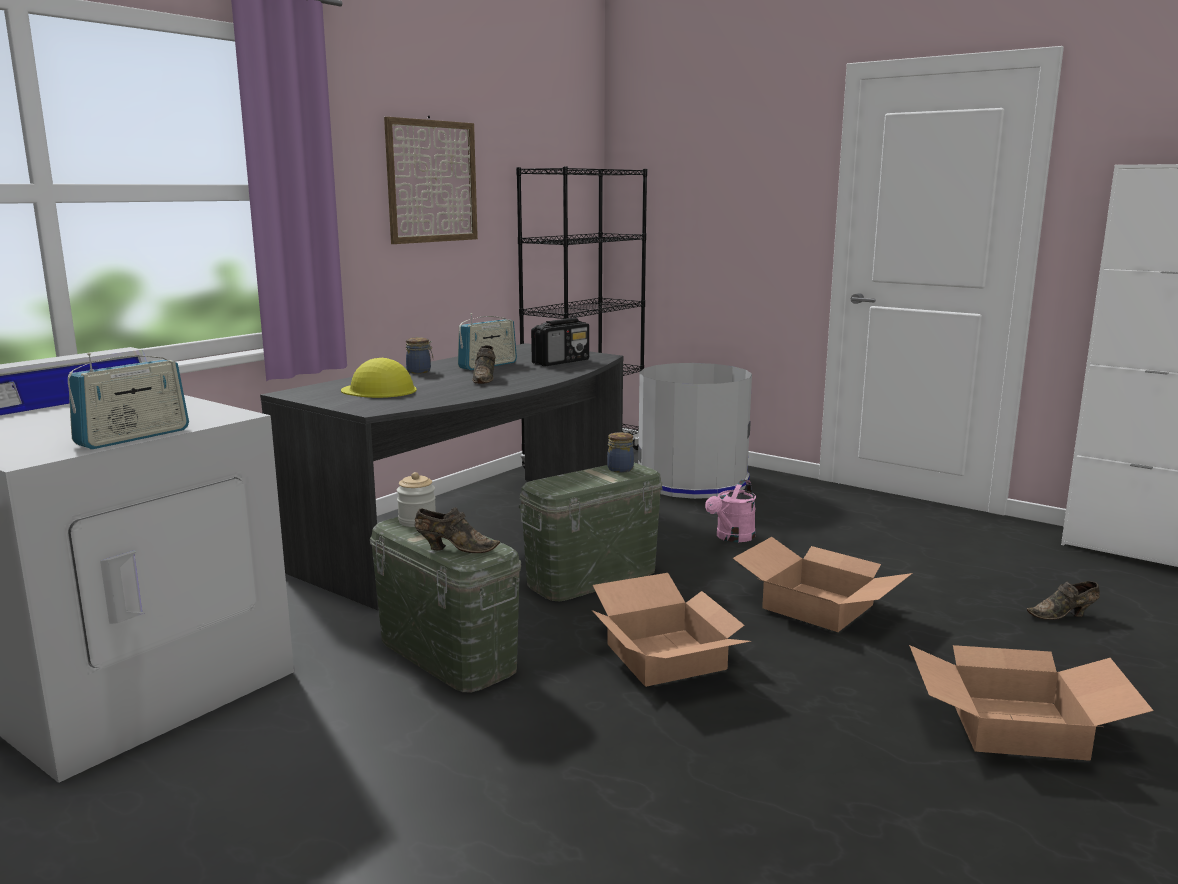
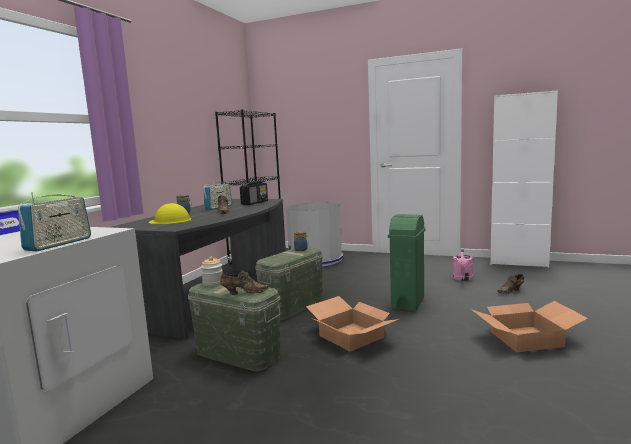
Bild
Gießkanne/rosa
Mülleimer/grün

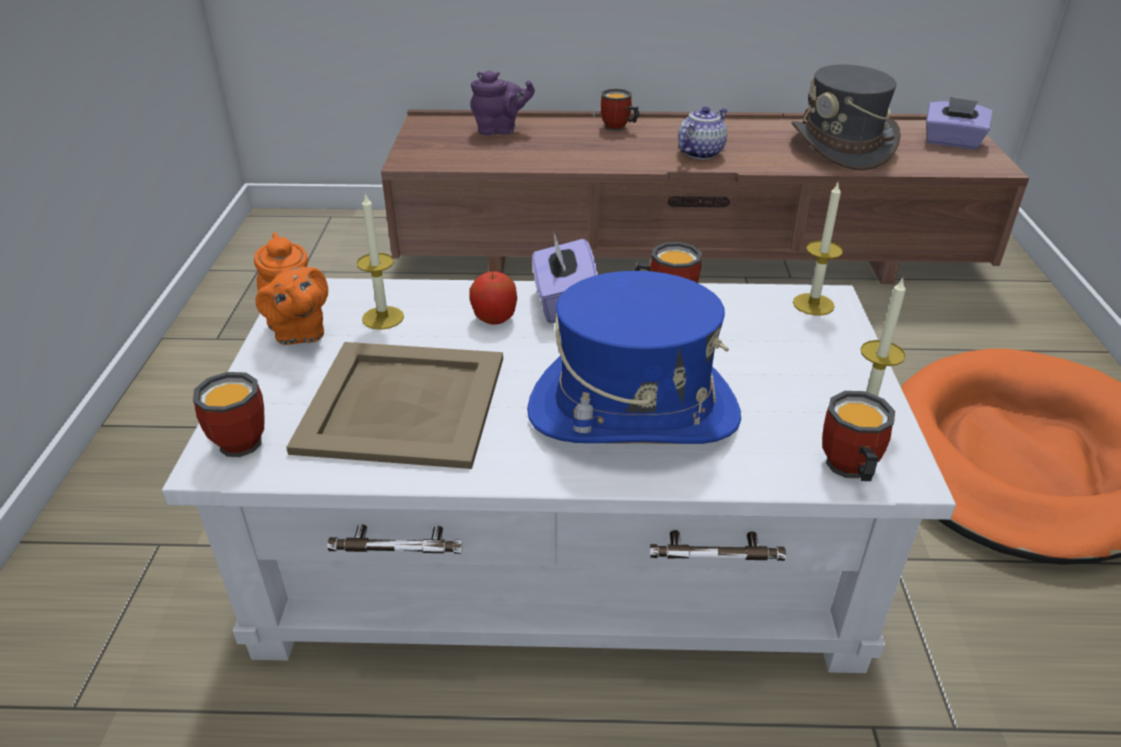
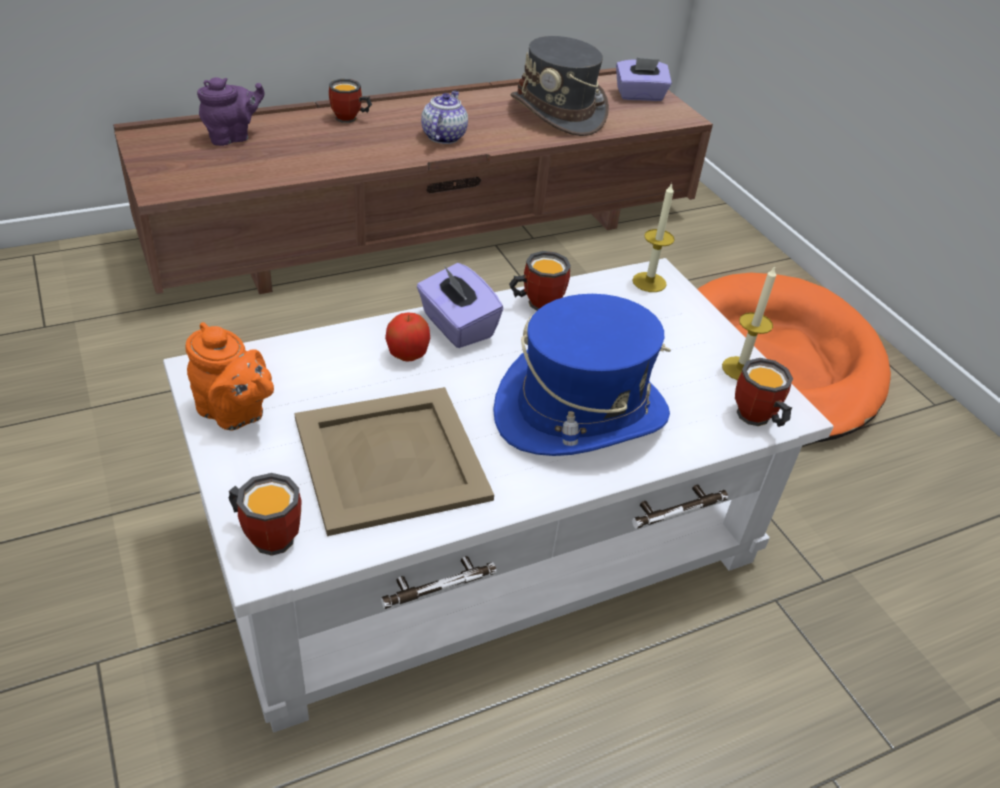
Kerze (no. 1 from left in the first image)

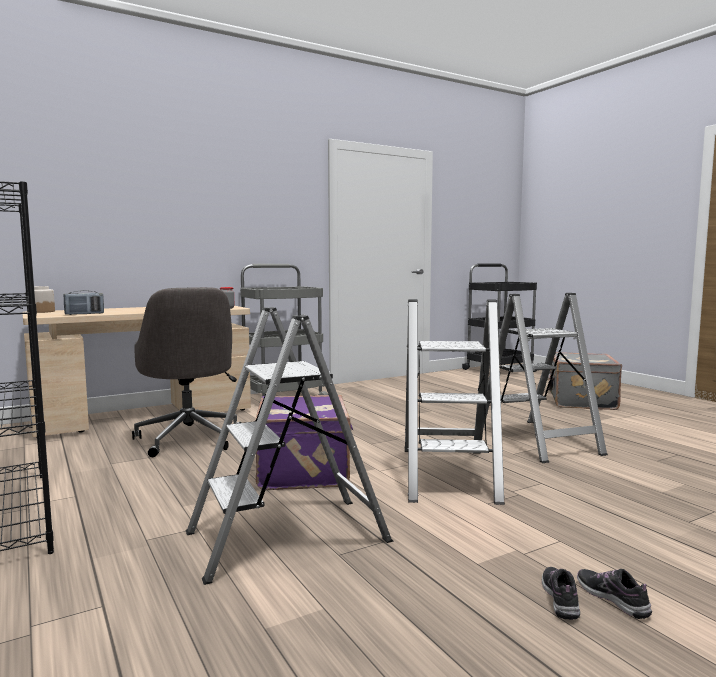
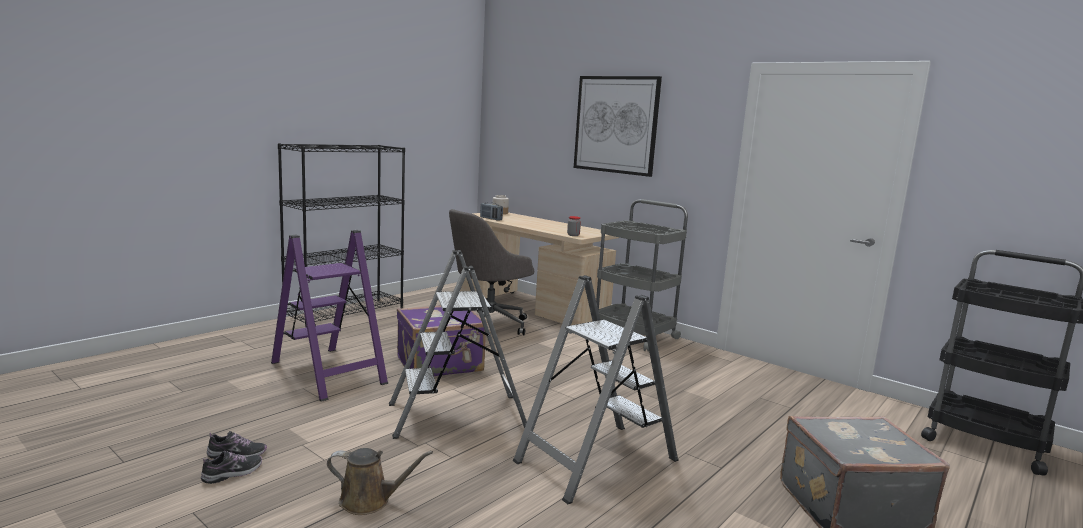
Trittleiter/lila
Bild
Gießkanne/braun

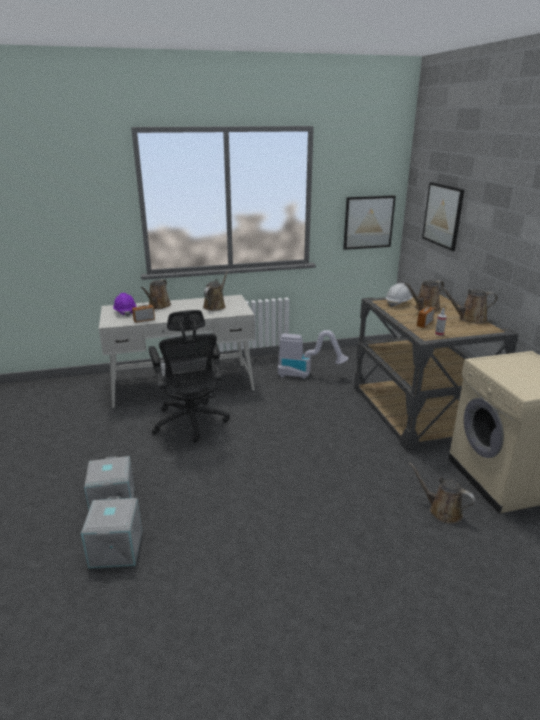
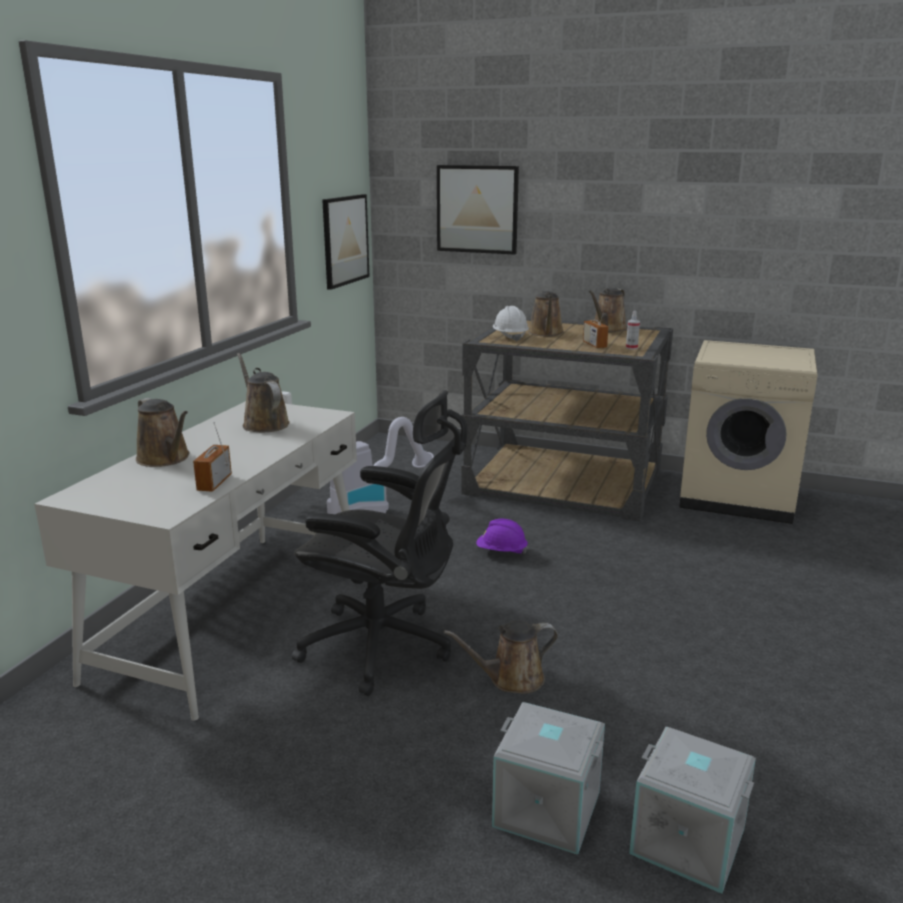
Schutzhelm/lila
Gießkanne/braun (no. 3 from left)

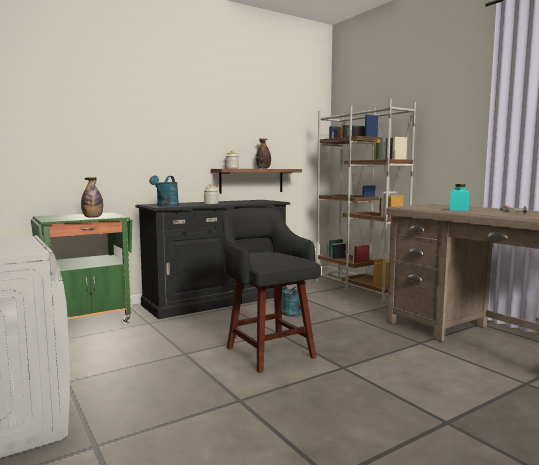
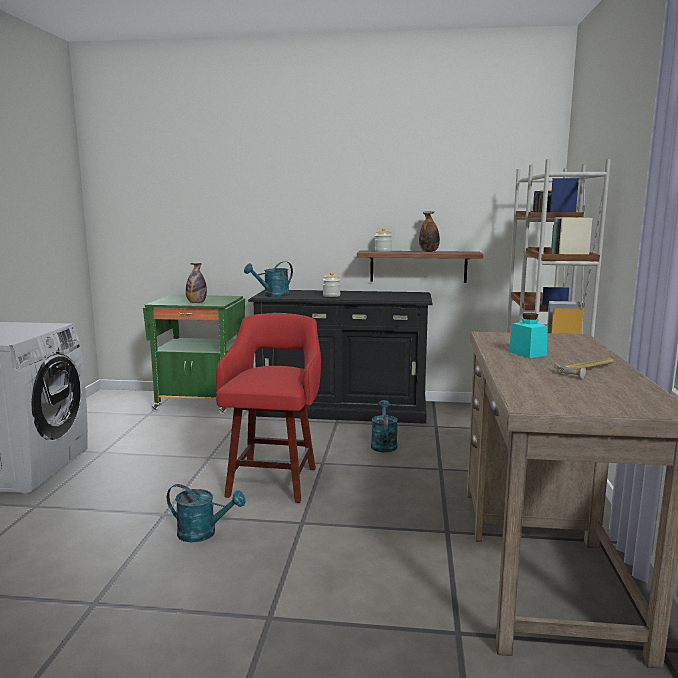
Hocker/rot
Gießkanne/türkis (no. 1 from left)

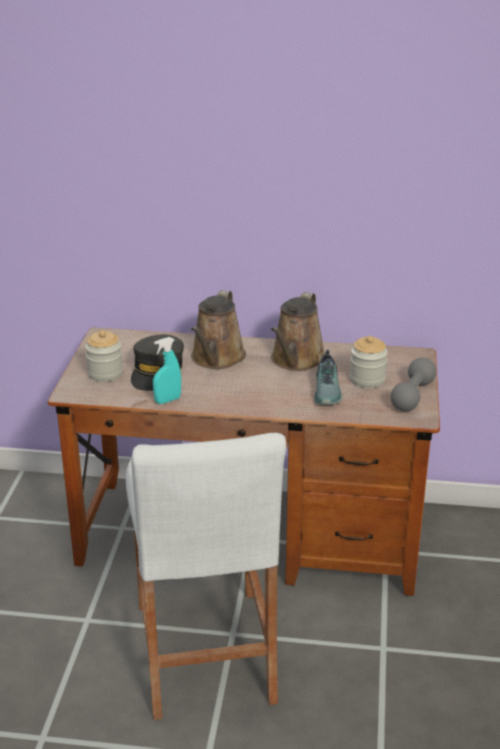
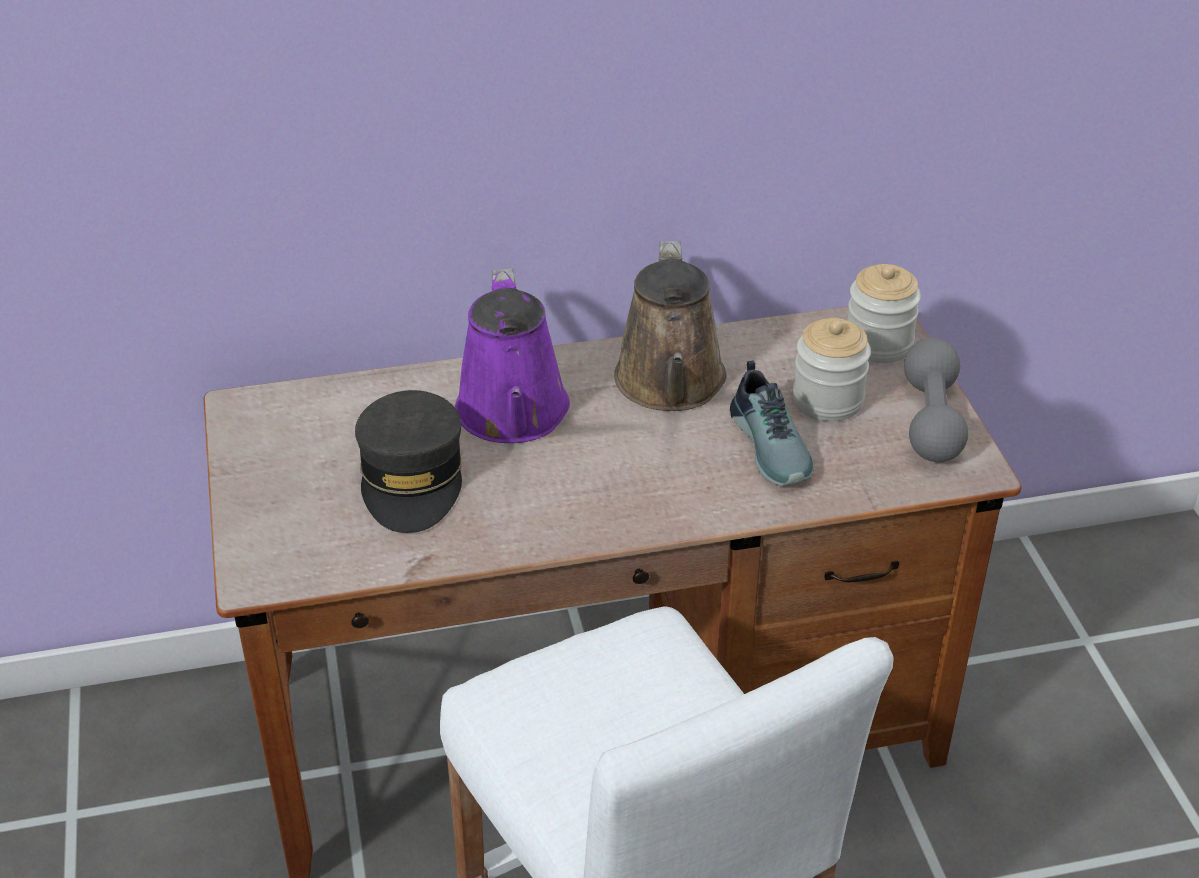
Gießkanne/lila
Vorratsglas (no. 2 from left)
Sprühflasche/türkis

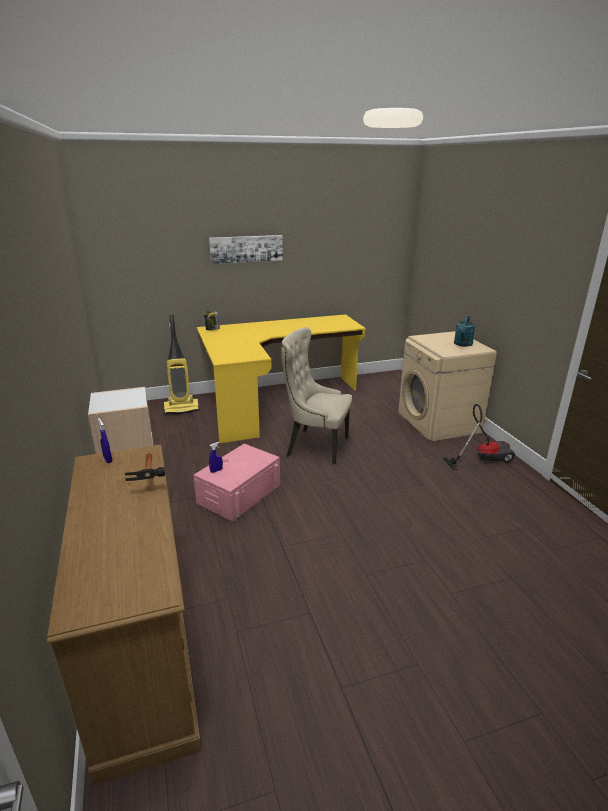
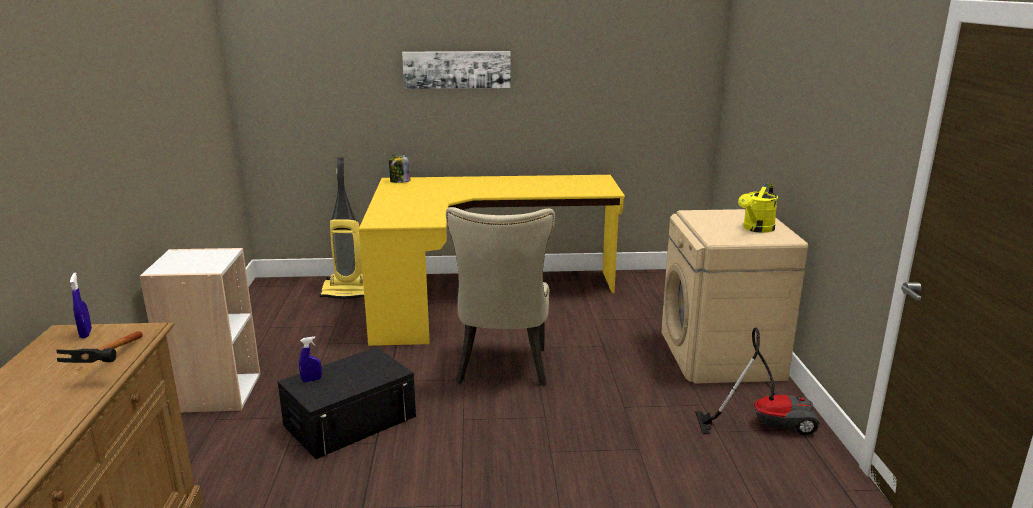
Gießkanne/gelb
Stuhl/beige
Aufbewahrungsbox/schwarz

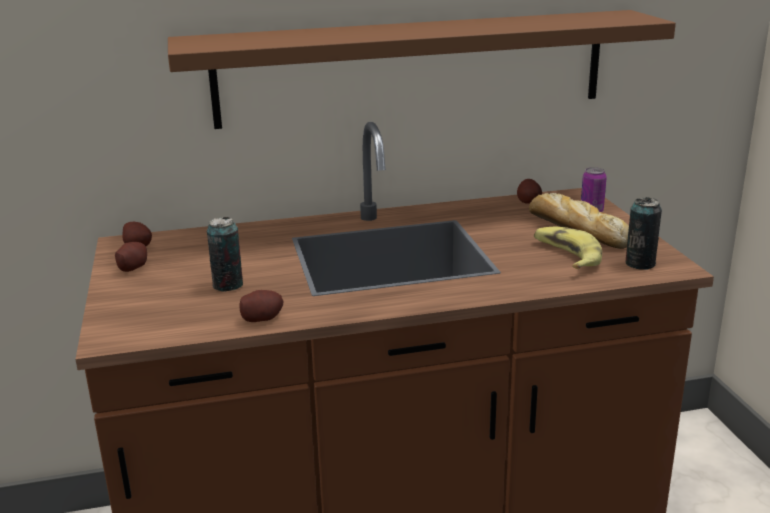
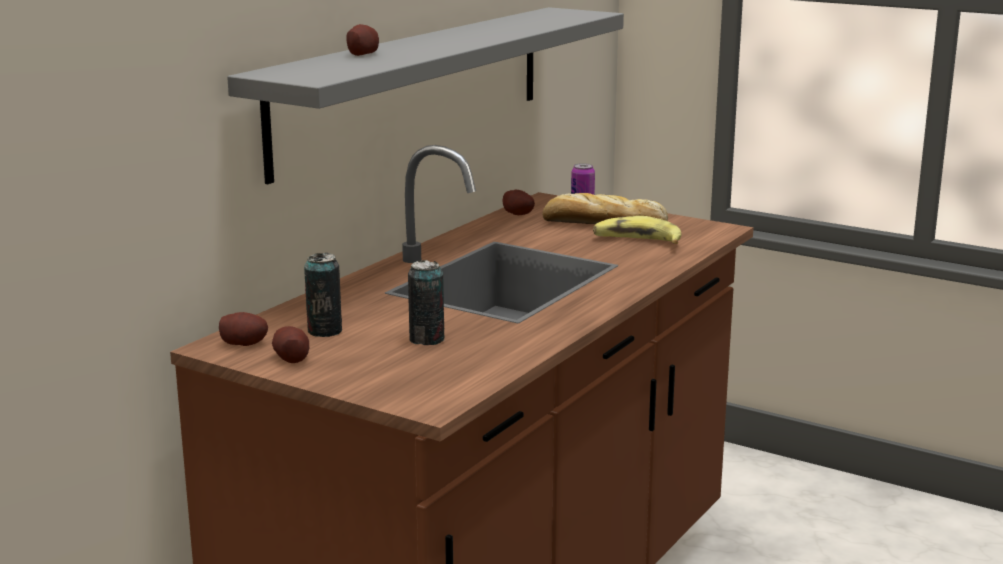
Wandregal/grau
Dose (no. 1 from left)
Kartoffel (no. 3 from left)

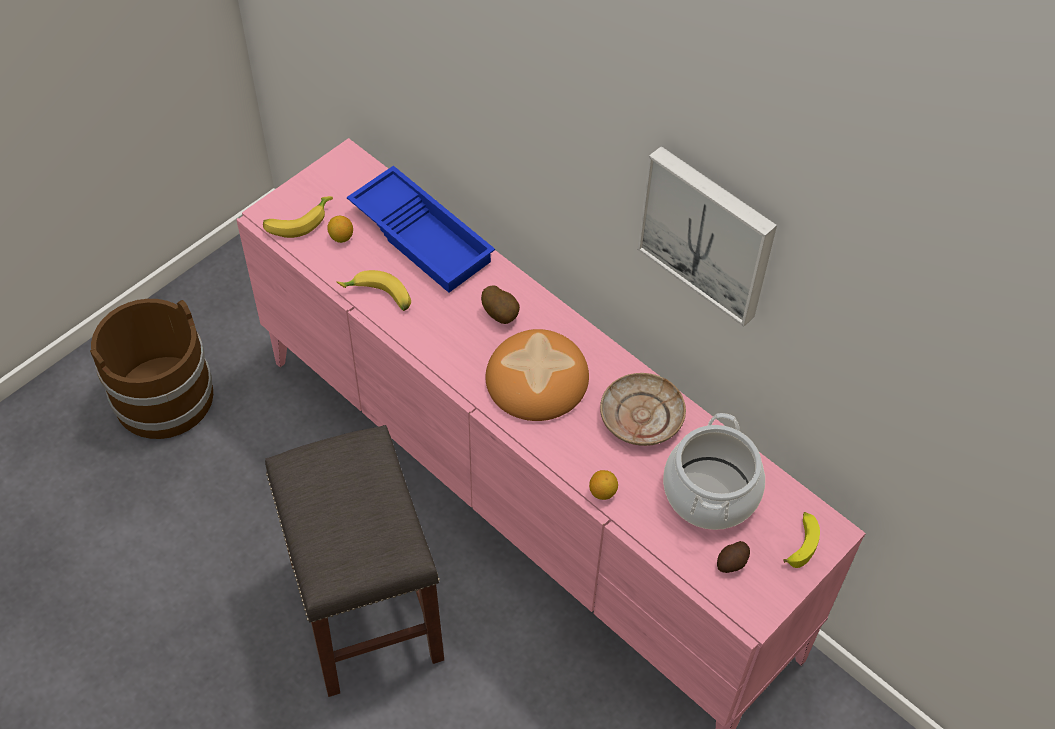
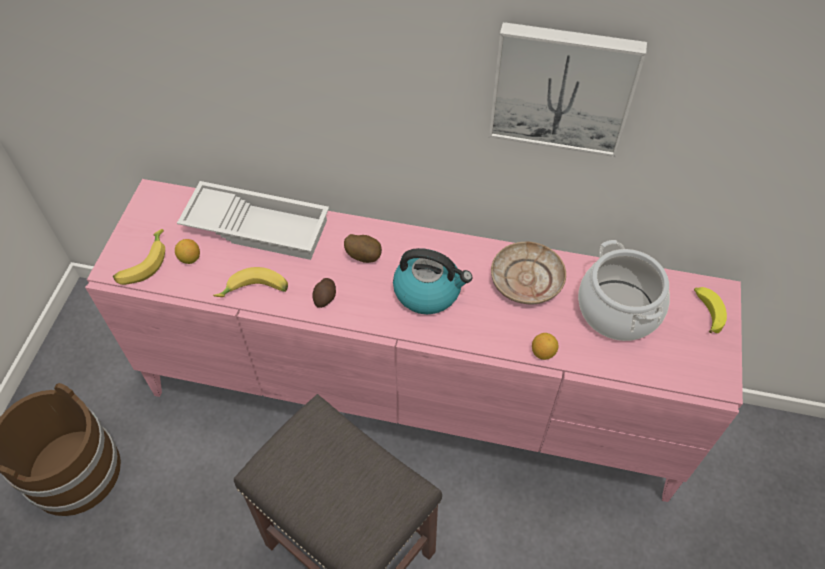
Tablett/weiß
Wasserkessel
Kartoffel (no. 1 from left)

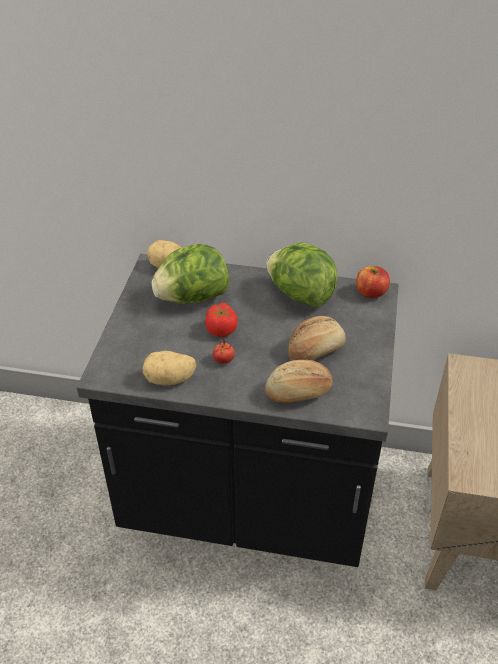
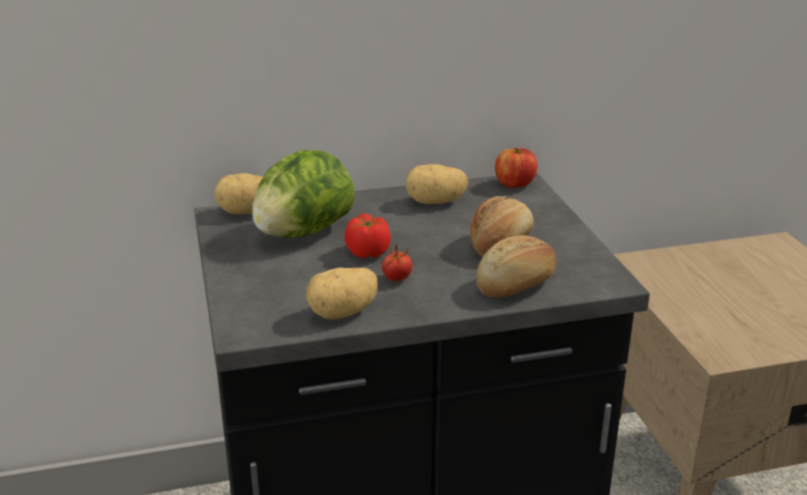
Kartoffel (no. 3 from left)

